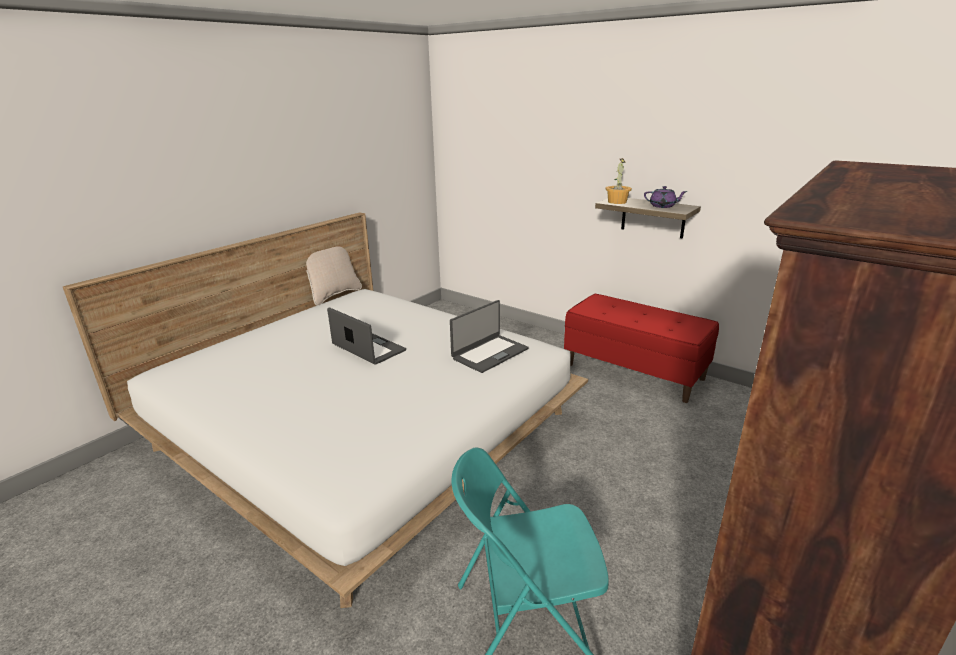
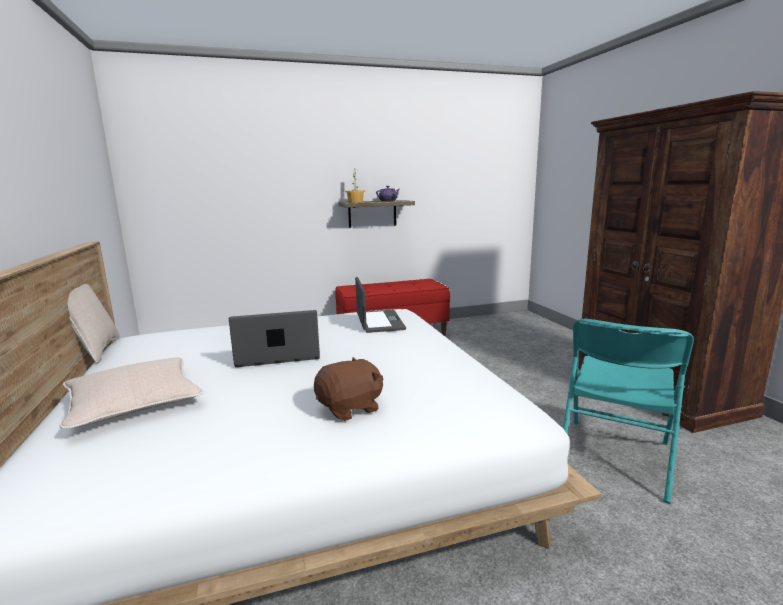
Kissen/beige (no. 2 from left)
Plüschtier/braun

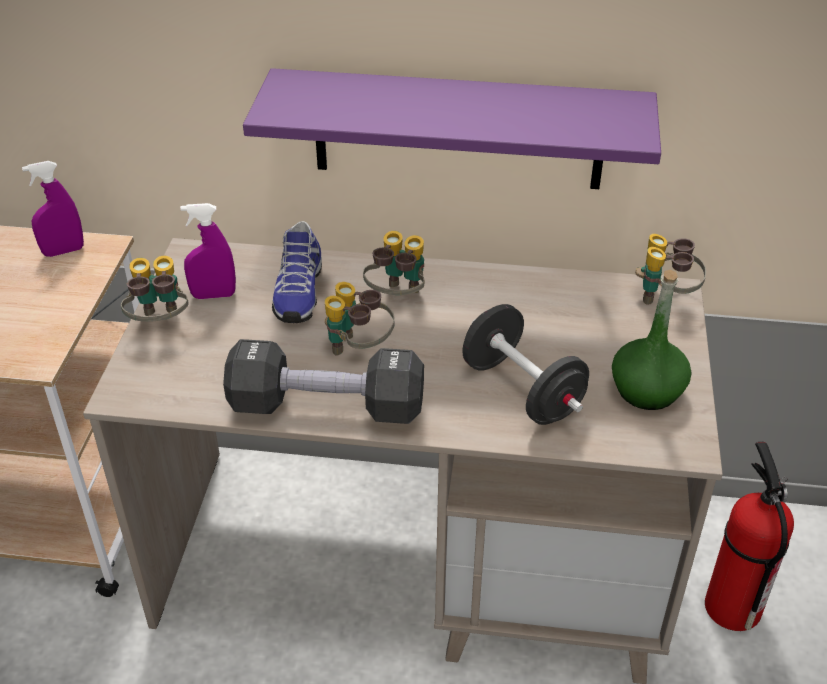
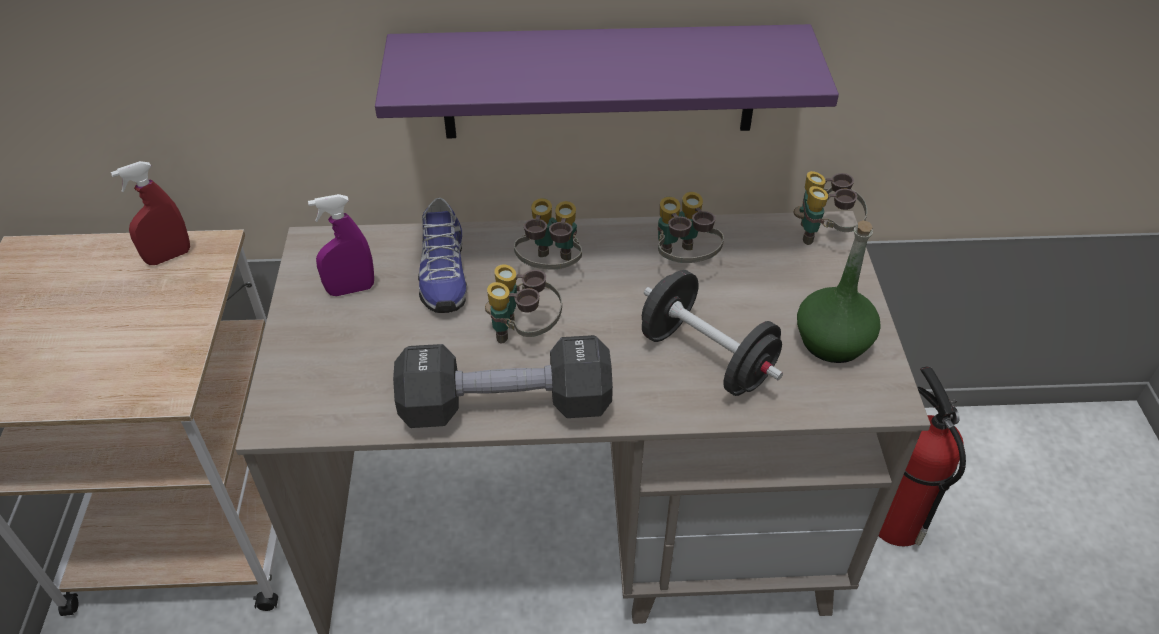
Sprühflasche/rot
Fernglas (no. 3 from left)

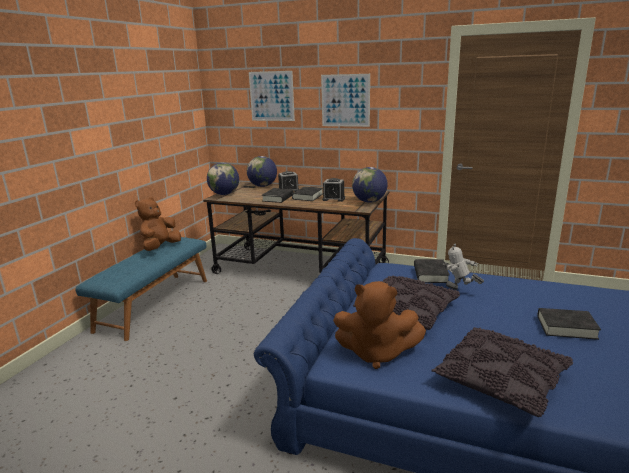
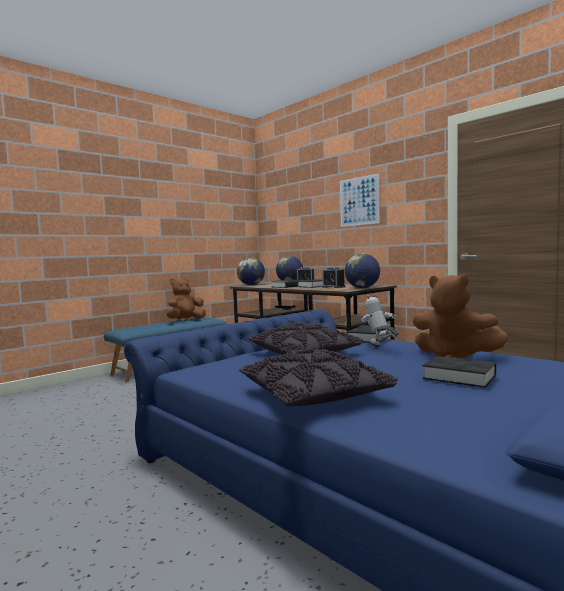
Bild (no. 1 from left in the first image)
Plüschtier/braun (no. 2 from left)

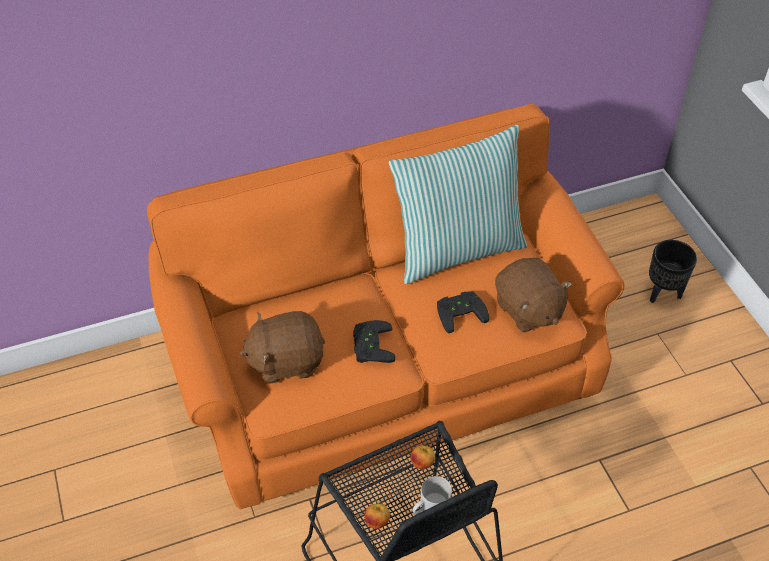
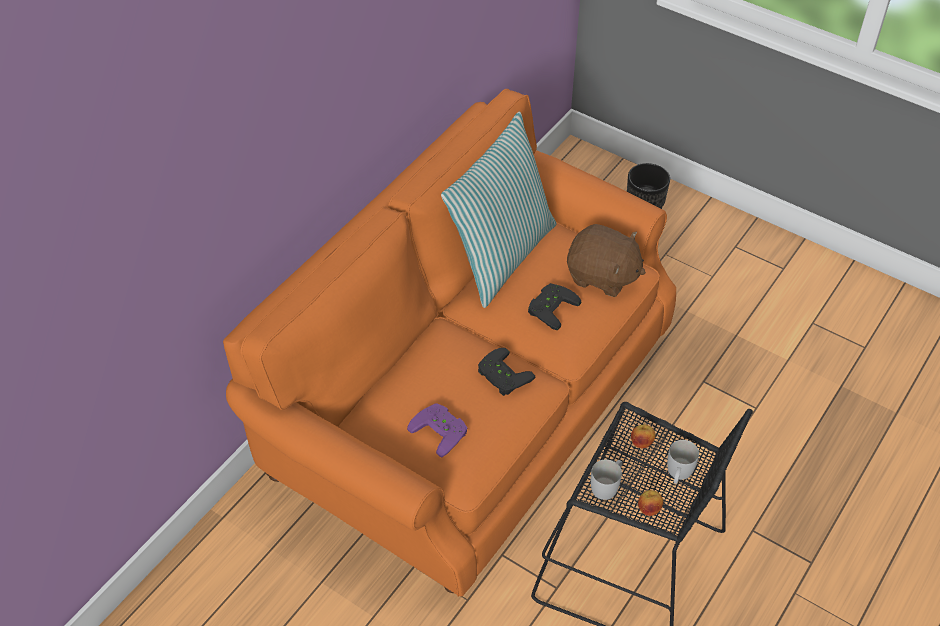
Gamepad/lila
Henkelbecher/weiß (no. 1 from left)

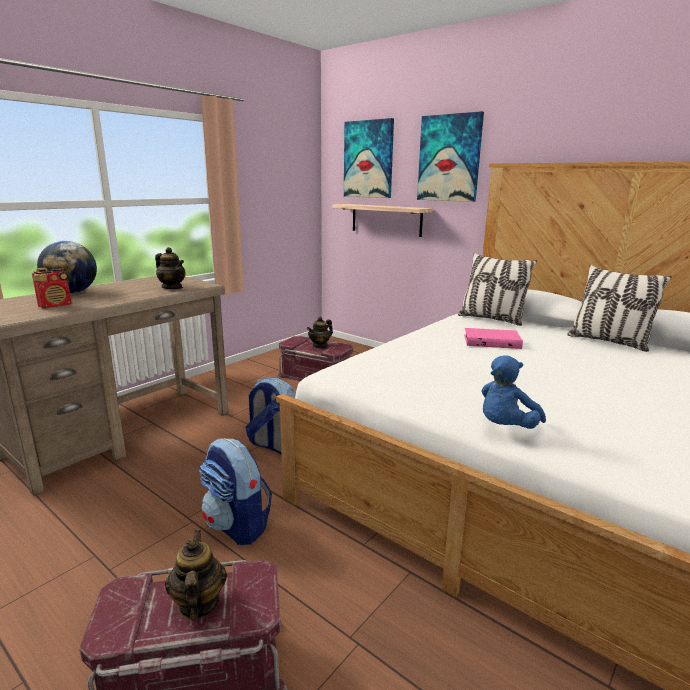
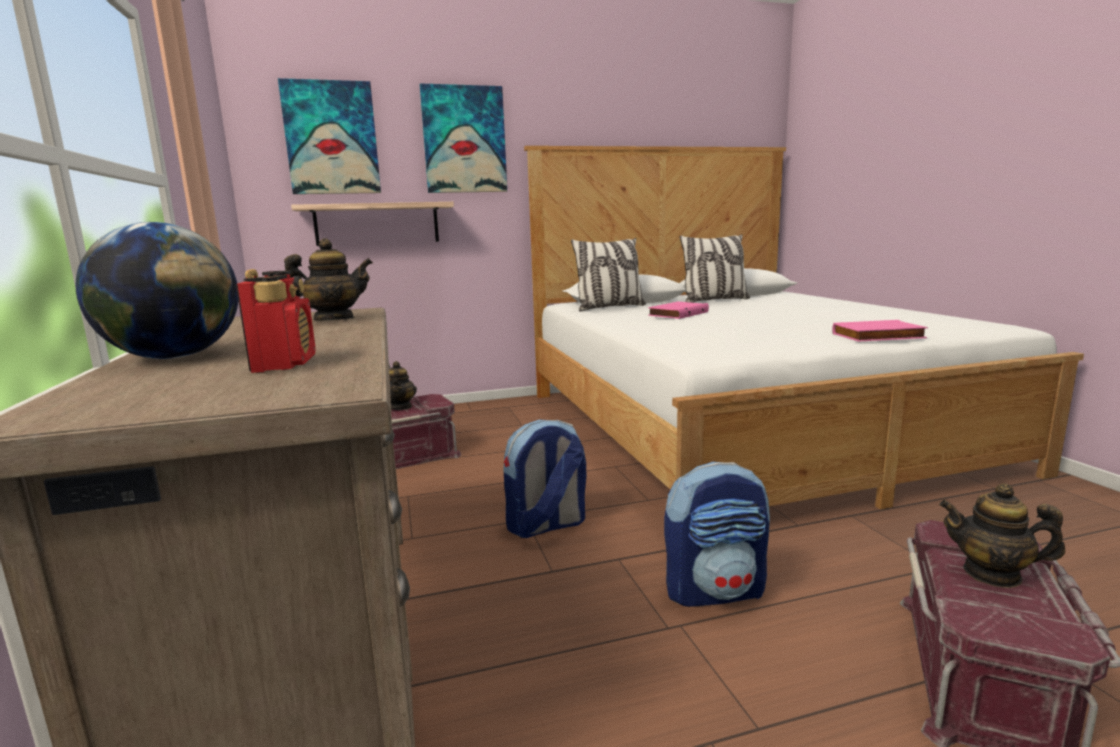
Buch/rosa (no. 2 from left)

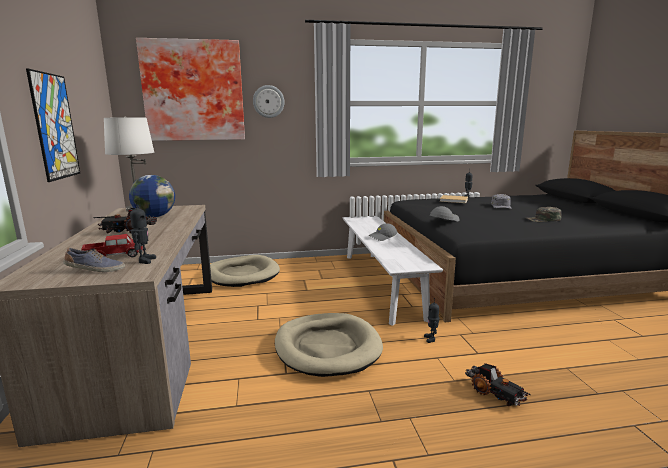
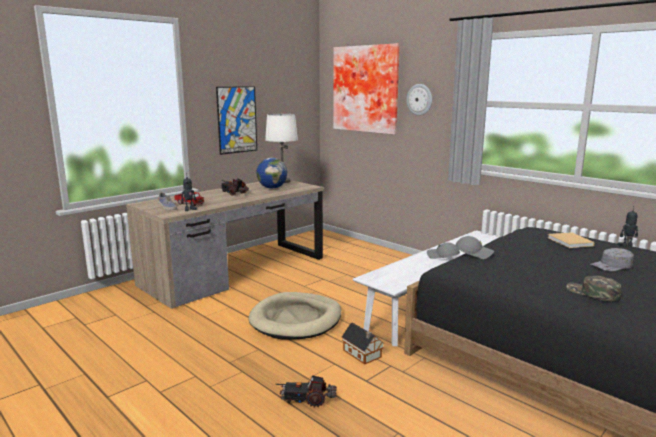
Hundebett/beige (no. 1 from left in the first image)
Spielzeughaus
Spielzeuglaster (no. 3 from left)

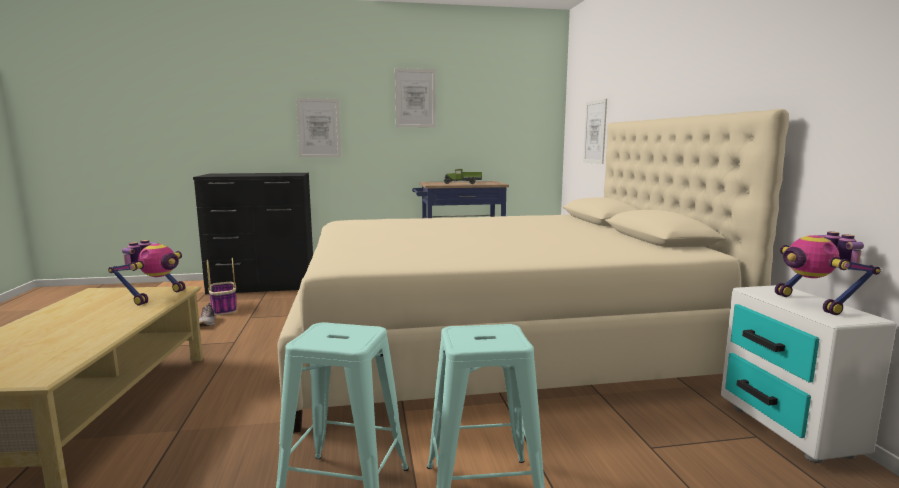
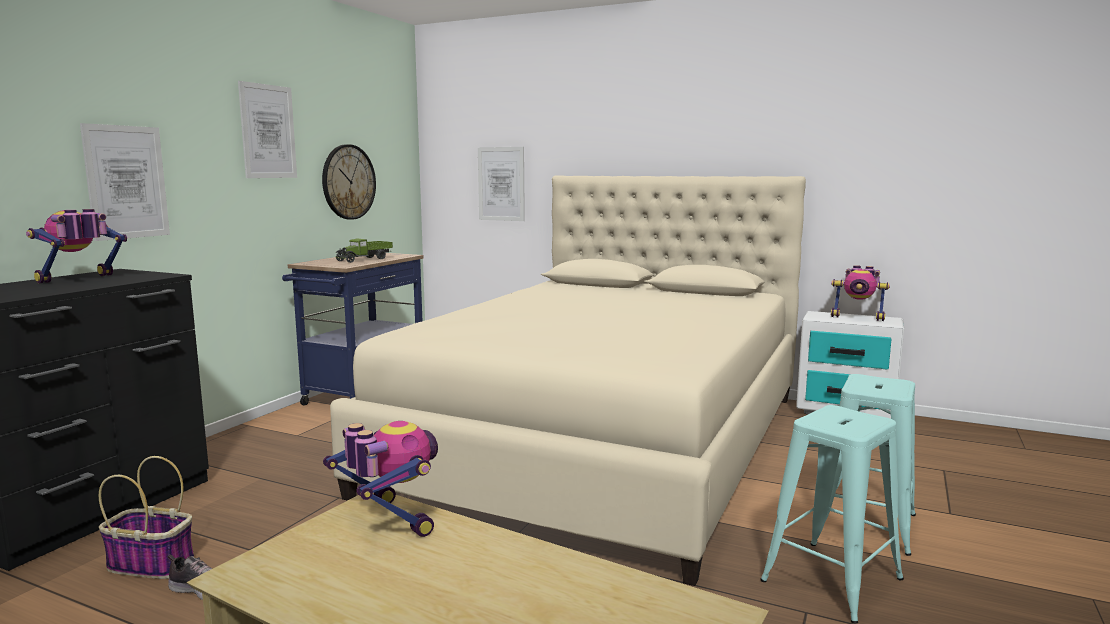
Wanduhr
Spielzeugroboter (no. 1 from left)

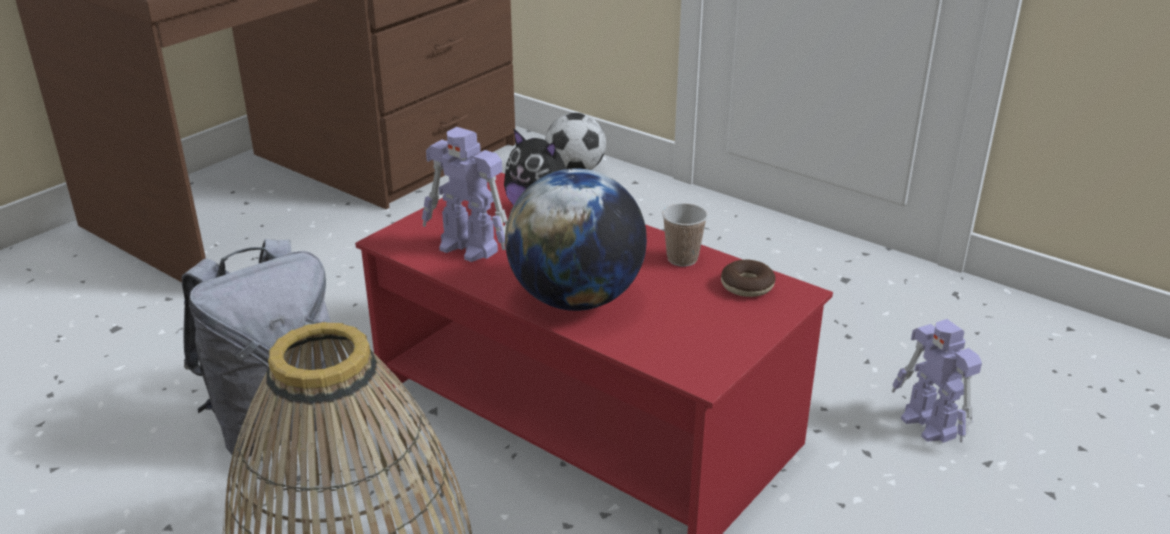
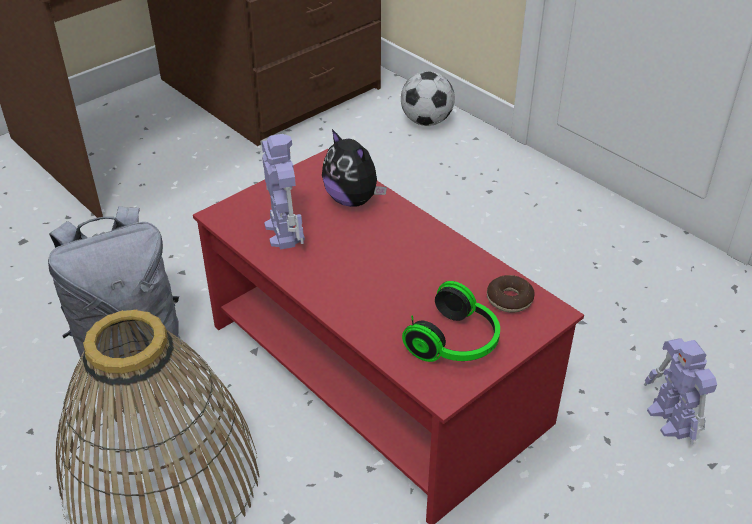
Spielzeugroboter (no. 1 from left)
Globus
Tasse
Kopfhörer

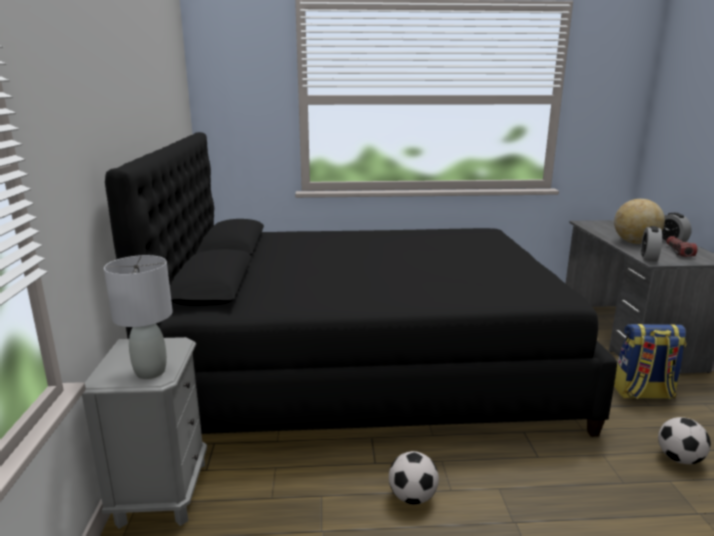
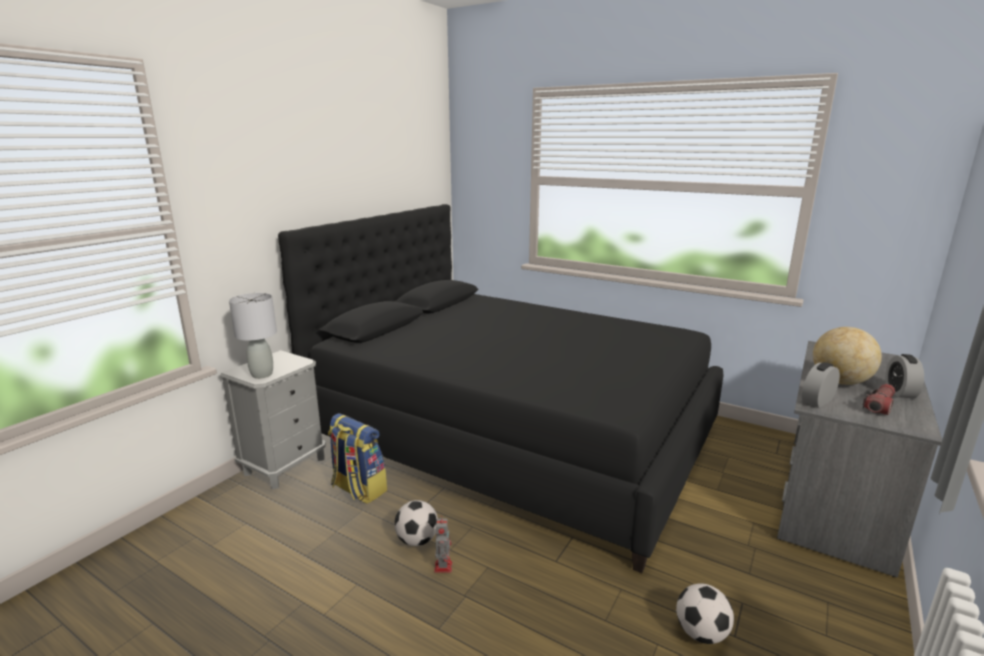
Rucksack
Spielzeugroboter

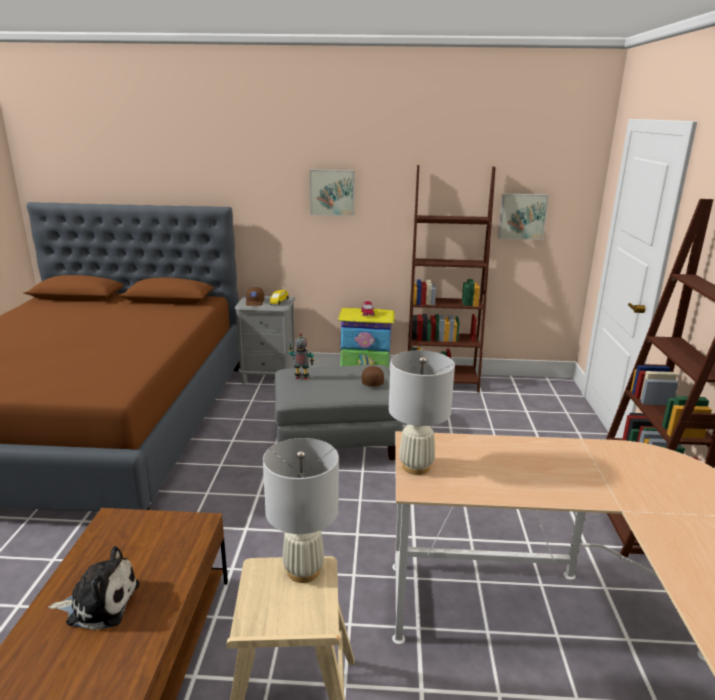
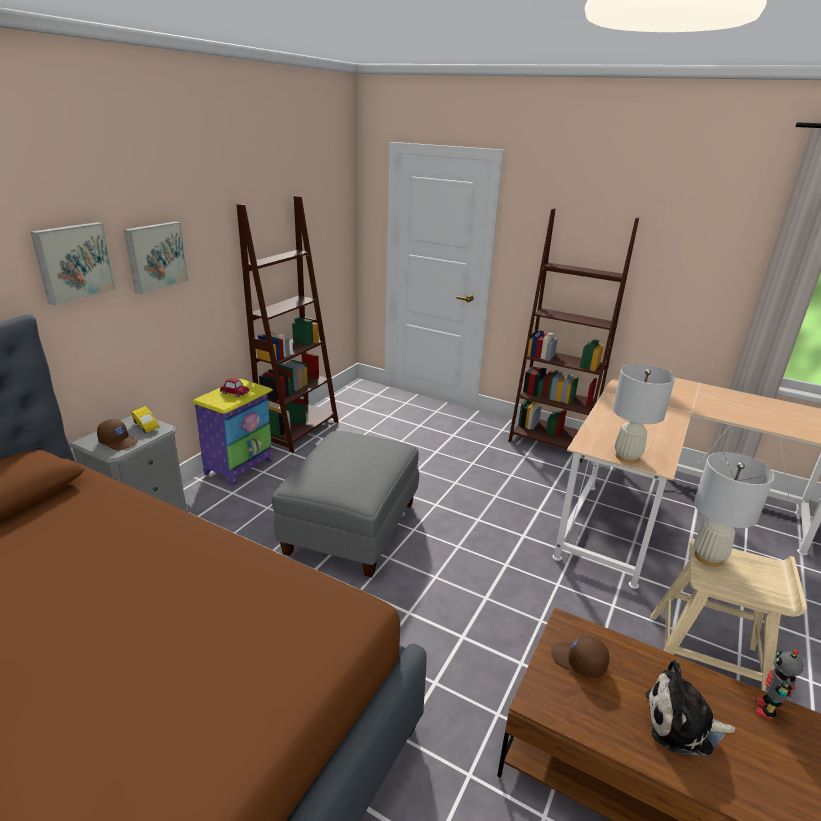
Bild (no. 1 from left)
Spielzeugroboter
Kappe/braun (no. 2 from left)
Plüschtier

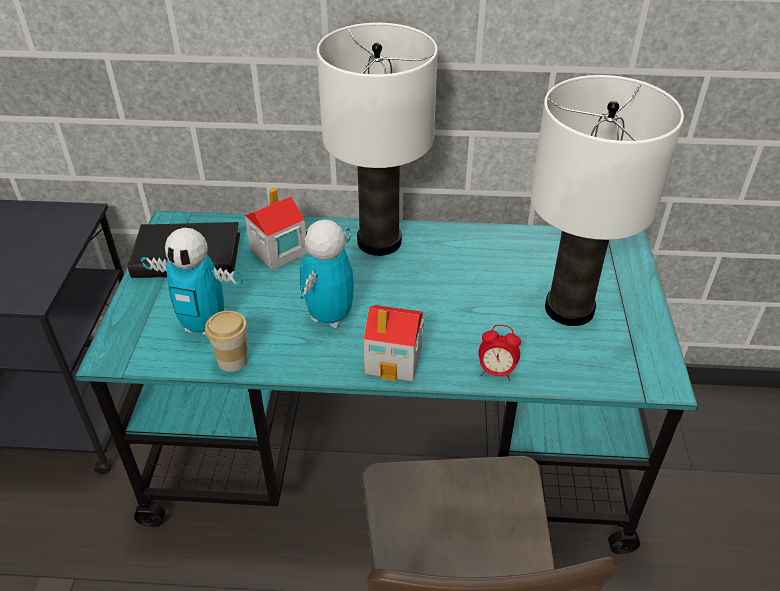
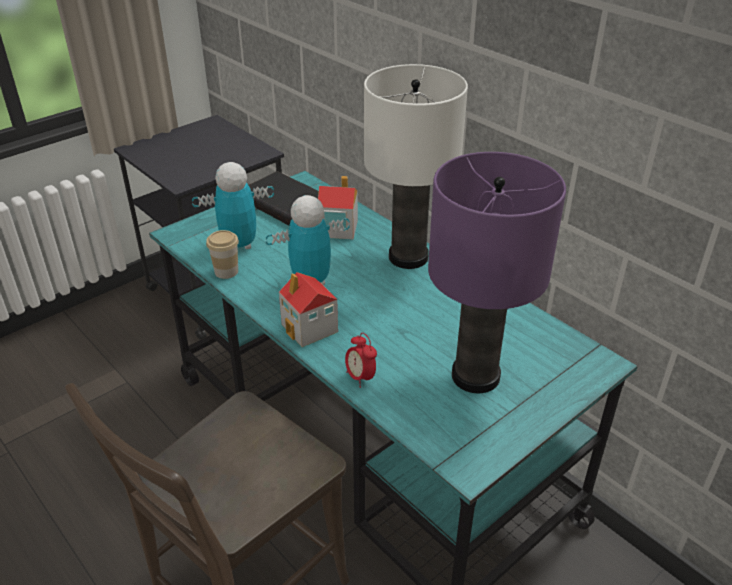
Tischlampe/lila
Spielzeugroboter (no. 1 from left)

